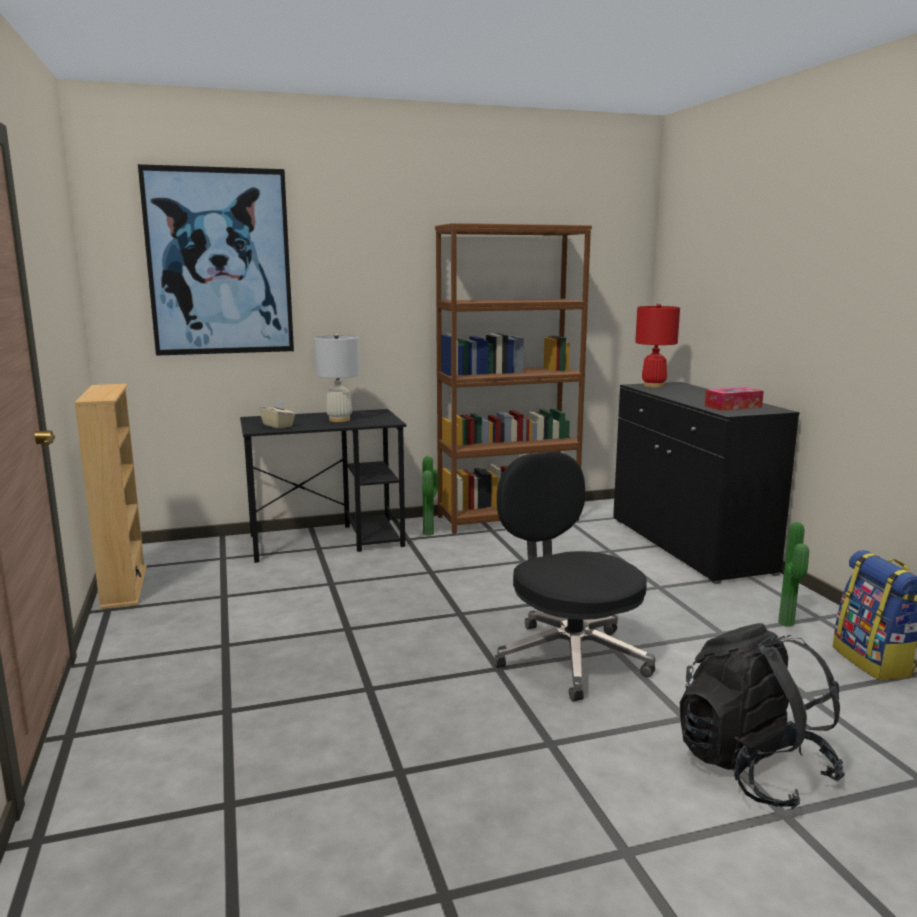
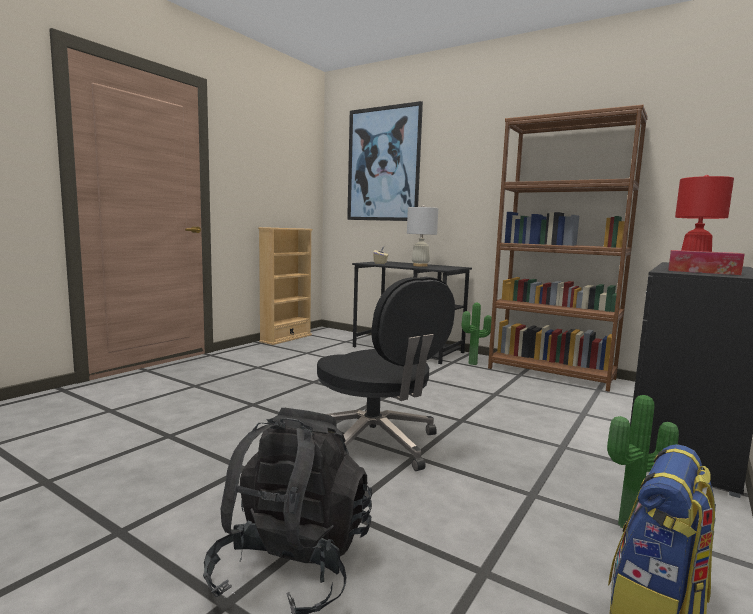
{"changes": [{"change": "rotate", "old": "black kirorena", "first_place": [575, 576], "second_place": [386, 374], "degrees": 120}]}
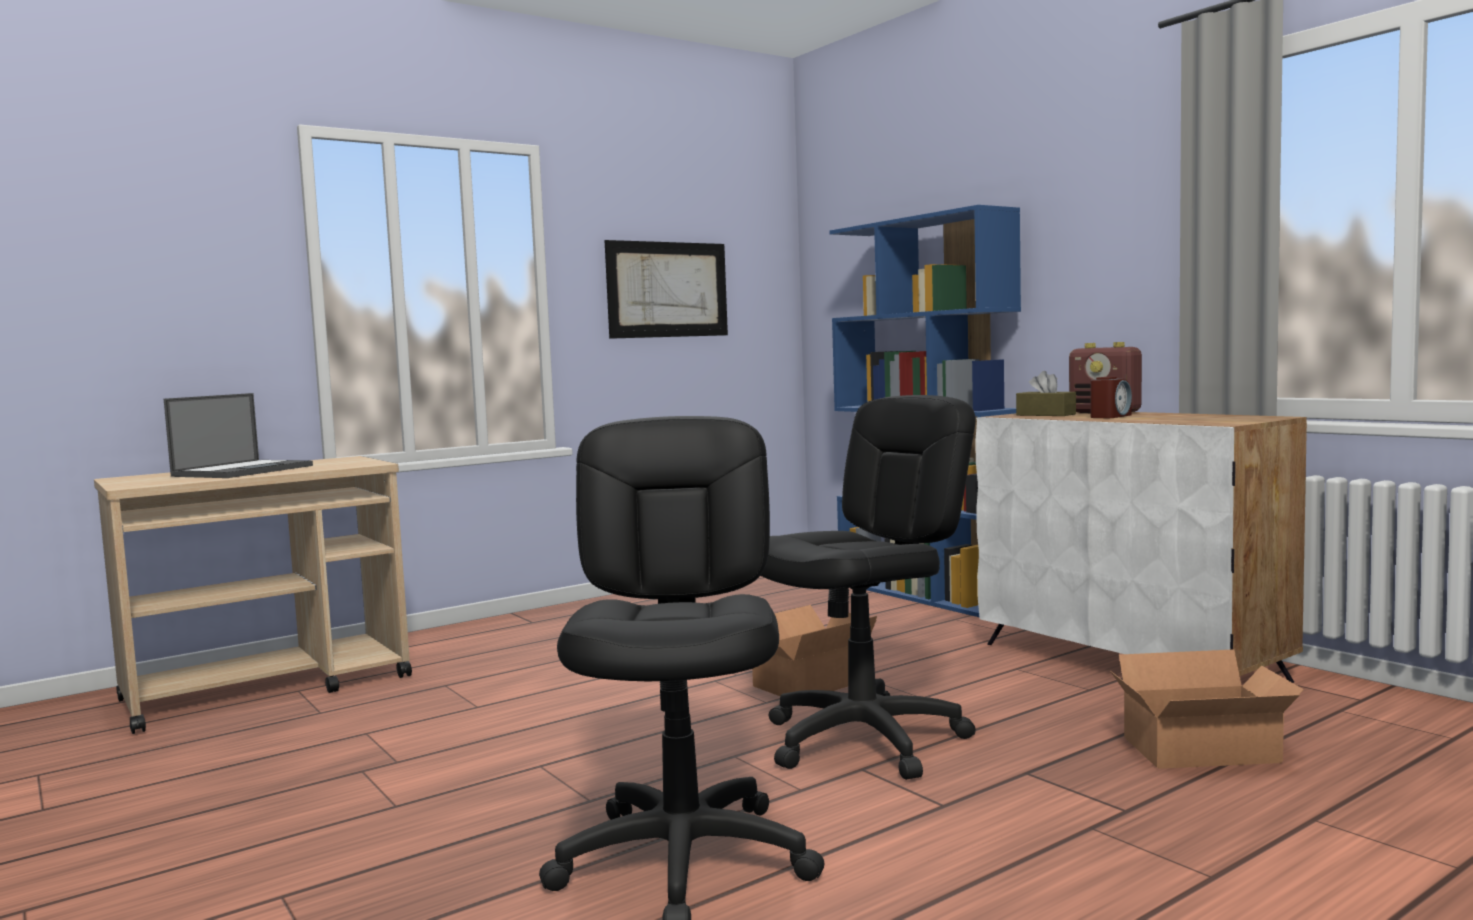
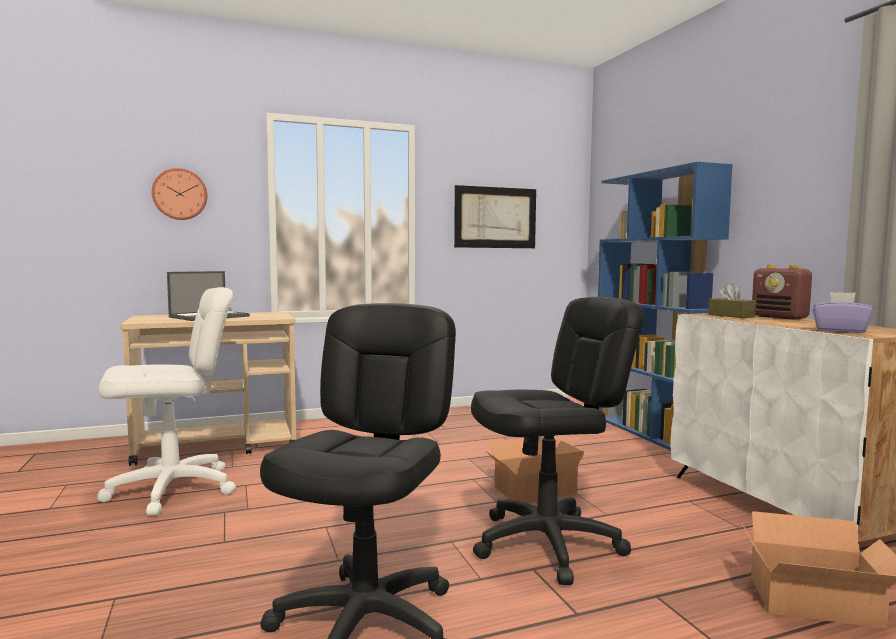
{"changes": [{"change": "delete", "old": "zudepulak", "first_place": [1111, 397]}, {"change": "insert", "new": "white kirorena", "second_place": [166, 401]}, {"change": "insert", "new": "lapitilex", "second_place": [179, 194]}, {"change": "insert", "new": "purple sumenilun", "second_place": [843, 312]}]}
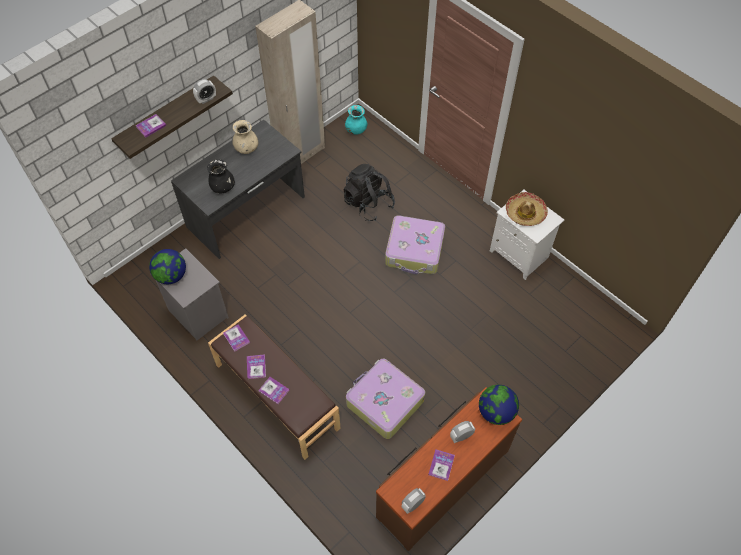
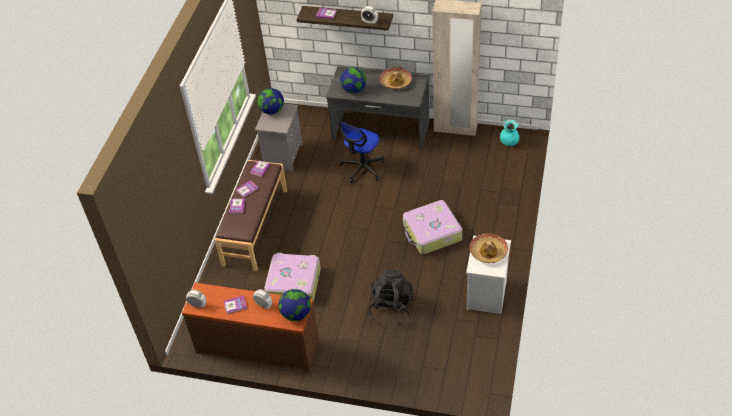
{"changes": [{"change": "replace", "old": "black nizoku", "new": "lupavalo", "first_place": [221, 176], "second_place": [353, 80]}, {"change": "replace", "old": "beige nizoku", "new": "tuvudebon", "first_place": [245, 137], "second_place": [395, 78]}, {"change": "move", "old": "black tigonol", "first_place": [369, 192], "second_place": [391, 298]}, {"change": "insert", "new": "kirorena", "second_place": [362, 152]}]}
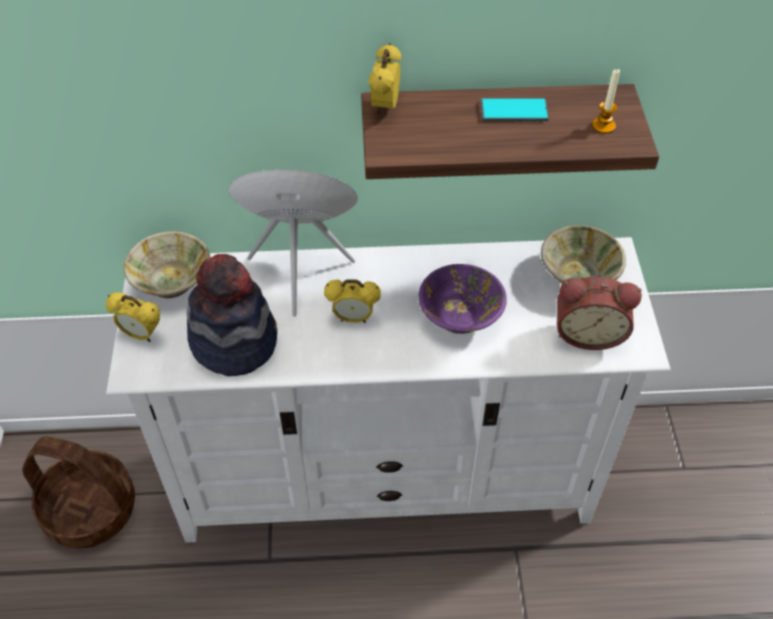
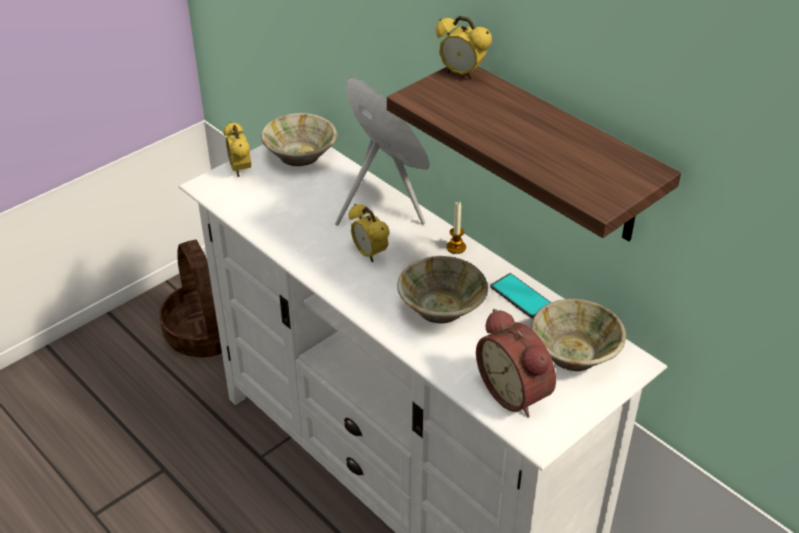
{"changes": [{"change": "delete", "old": "tuvudebon", "first_place": [232, 315]}, {"change": "rotate", "old": "zudepulak", "first_place": [385, 79], "second_place": [464, 48], "degrees": -120}, {"change": "recolor", "old": "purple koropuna", "new": "beige koropuna", "first_place": [463, 299], "second_place": [442, 289]}, {"change": "move", "old": "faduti", "first_place": [514, 109], "second_place": [520, 295]}, {"change": "move", "old": "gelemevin", "first_place": [606, 101], "second_place": [456, 228]}]}
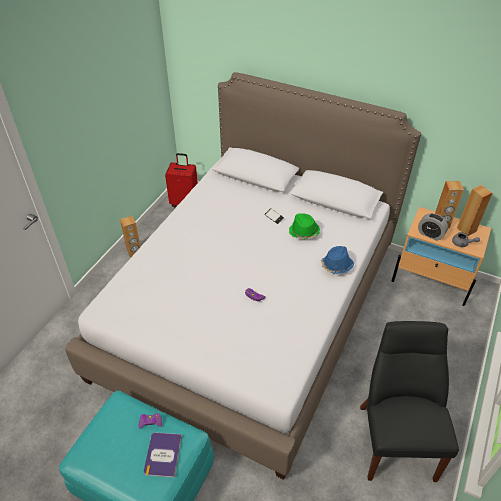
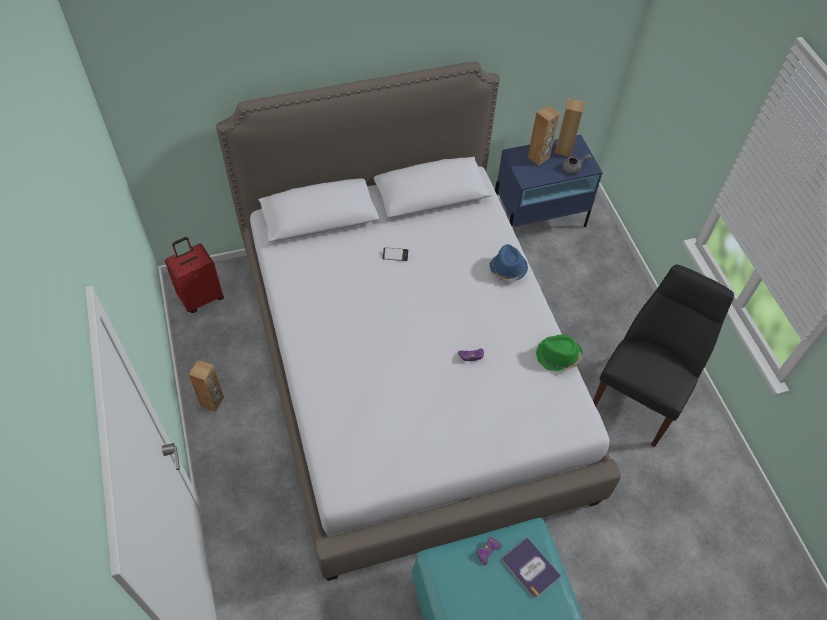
{"changes": [{"change": "move", "old": "green tuvudebon", "first_place": [304, 226], "second_place": [559, 353]}, {"change": "rotate", "old": "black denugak", "first_place": [409, 401], "second_place": [663, 356], "degrees": 75}, {"change": "recolor", "old": "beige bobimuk", "new": "blue bobimuk", "first_place": [441, 256], "second_place": [549, 181]}, {"change": "delete", "old": "zudepulak", "first_place": [433, 227]}]}
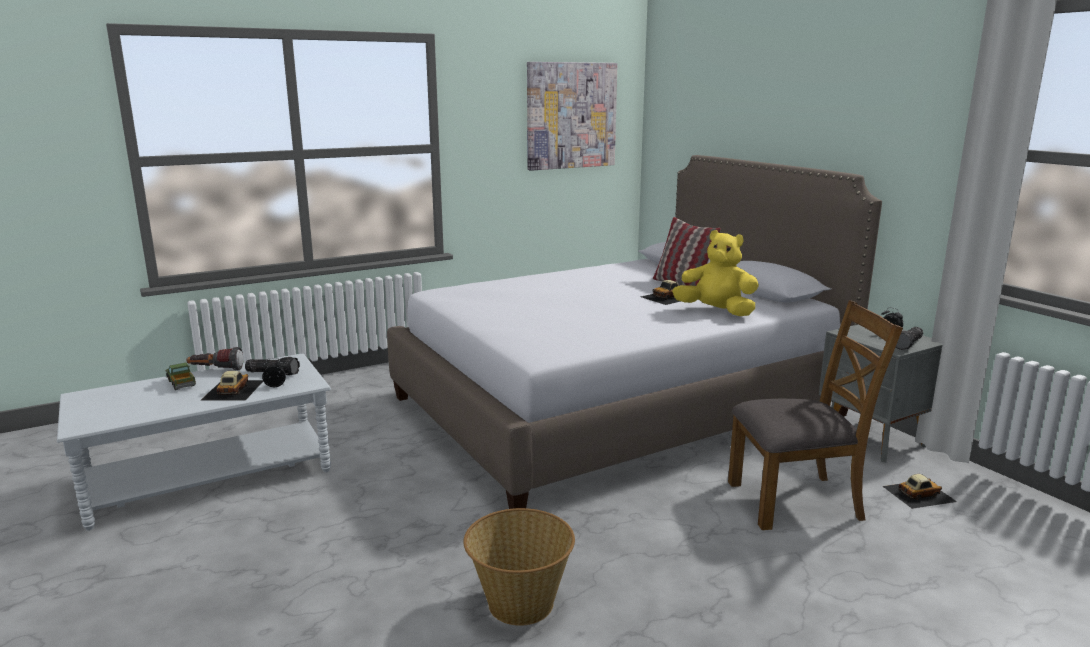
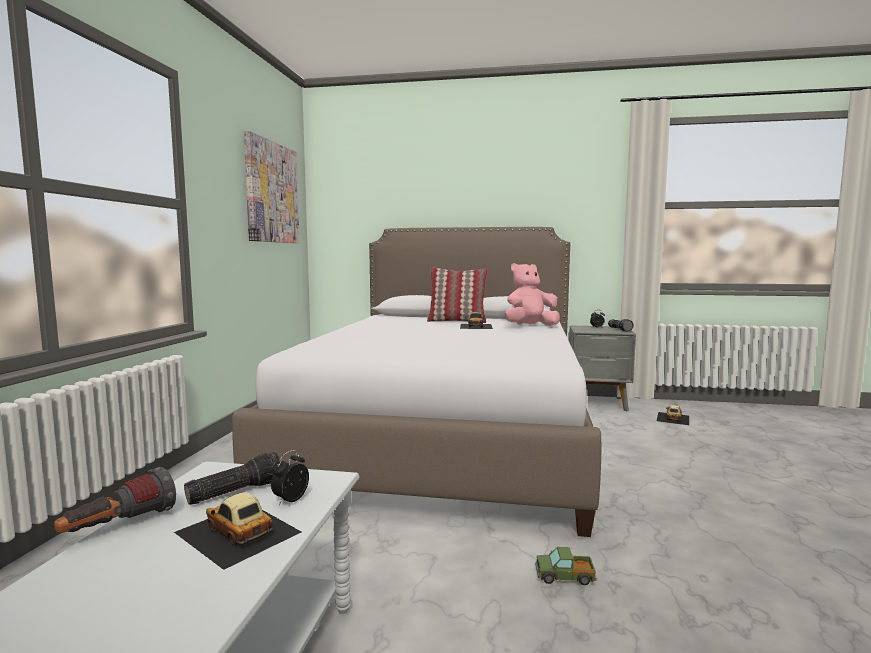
{"changes": [{"change": "move", "old": "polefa", "first_place": [181, 376], "second_place": [565, 566]}, {"change": "delete", "old": "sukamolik", "first_place": [519, 567]}, {"change": "recolor", "old": "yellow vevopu", "new": "pink vevopu", "first_place": [715, 273], "second_place": [532, 294]}, {"change": "delete", "old": "brown denugak", "first_place": [815, 415]}]}
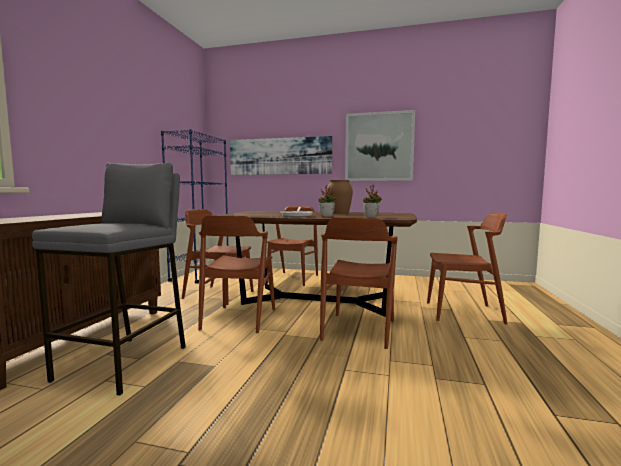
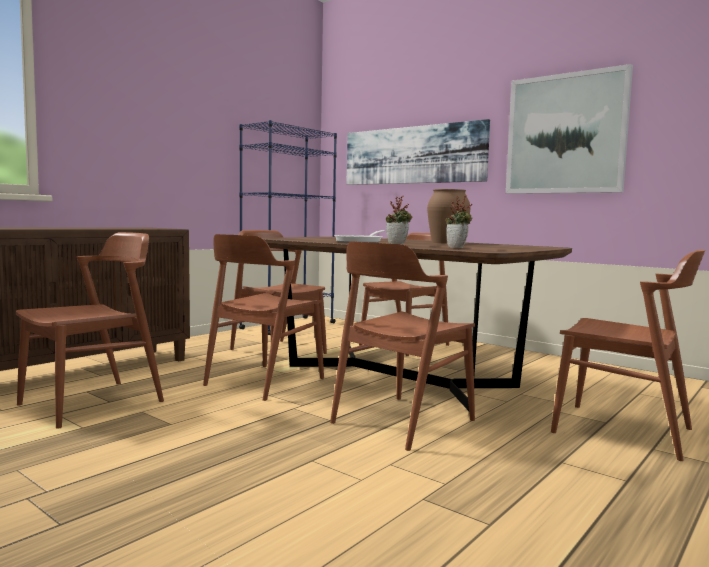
{"changes": [{"change": "replace", "old": "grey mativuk", "new": "brown denugak", "first_place": [109, 279], "second_place": [90, 330]}]}
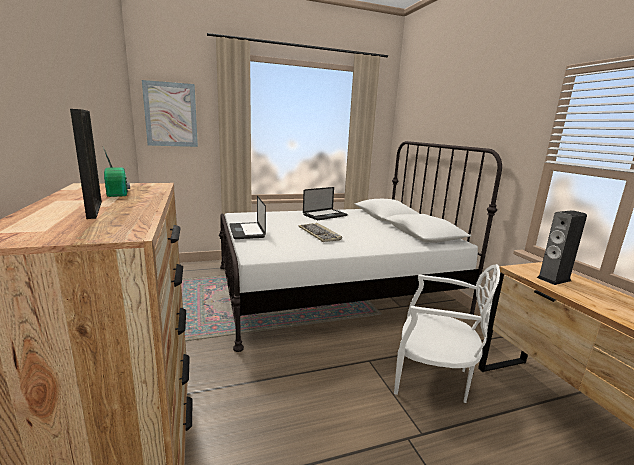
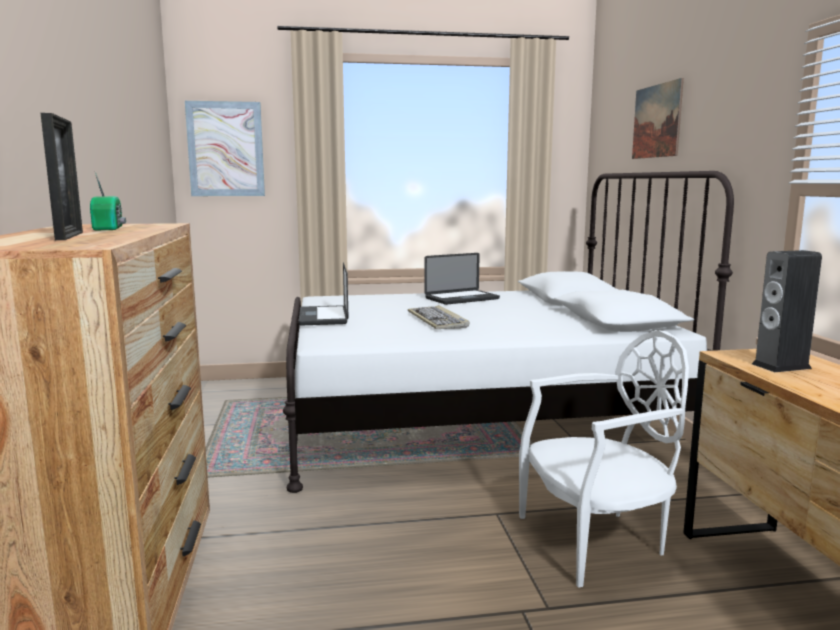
{"changes": [{"change": "rotate", "old": "white denugak", "first_place": [447, 333], "second_place": [604, 458], "degrees": -45}, {"change": "insert", "new": "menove", "second_place": [658, 118]}]}
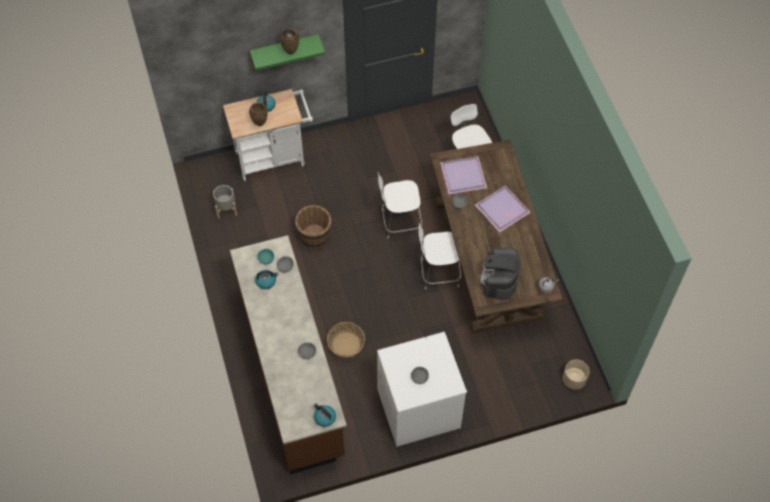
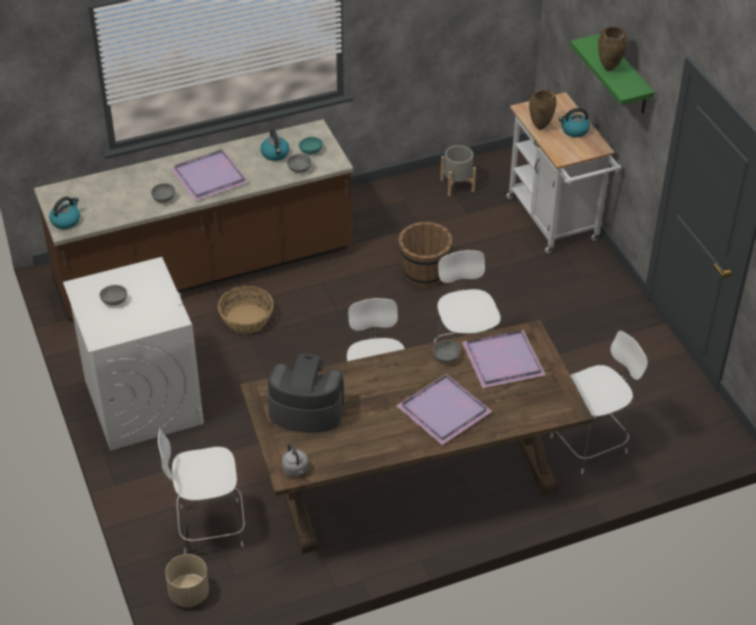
{"changes": [{"change": "insert", "new": "white denugak", "second_place": [201, 490]}, {"change": "insert", "new": "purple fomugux", "second_place": [210, 175]}]}
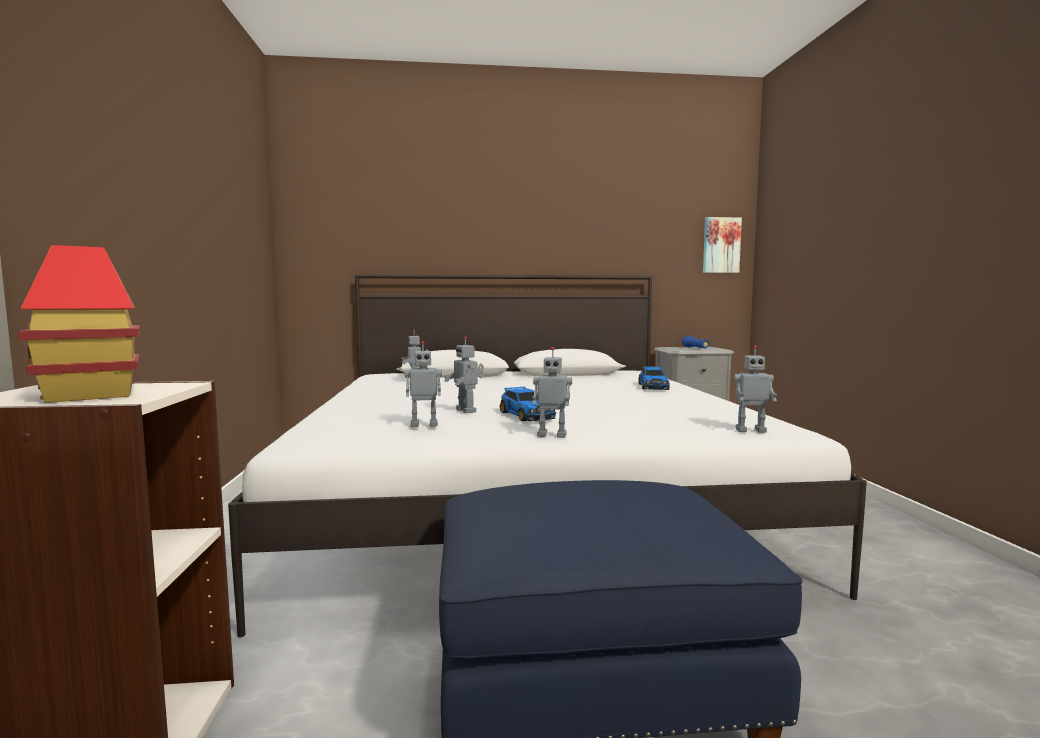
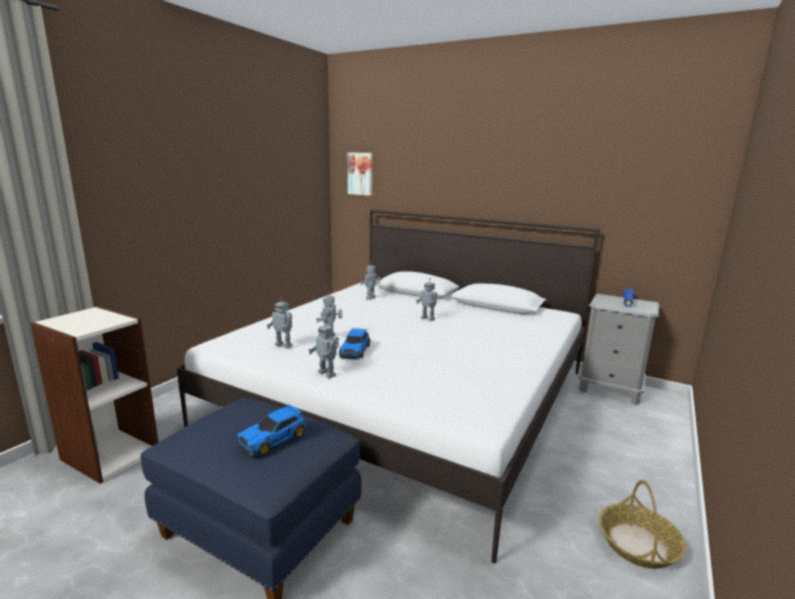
{"changes": [{"change": "delete", "old": "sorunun", "first_place": [79, 324]}, {"change": "move", "old": "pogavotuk", "first_place": [654, 378], "second_place": [272, 430]}, {"change": "move", "old": "menove", "first_place": [722, 245], "second_place": [359, 174]}, {"change": "move", "old": "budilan", "first_place": [755, 389], "second_place": [426, 299]}, {"change": "insert", "new": "sukamolik", "second_place": [642, 524]}]}
